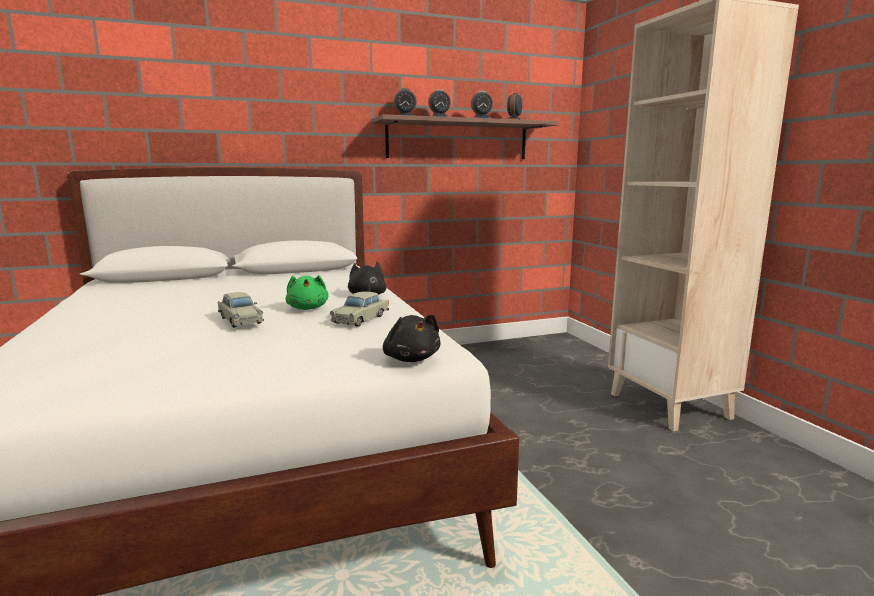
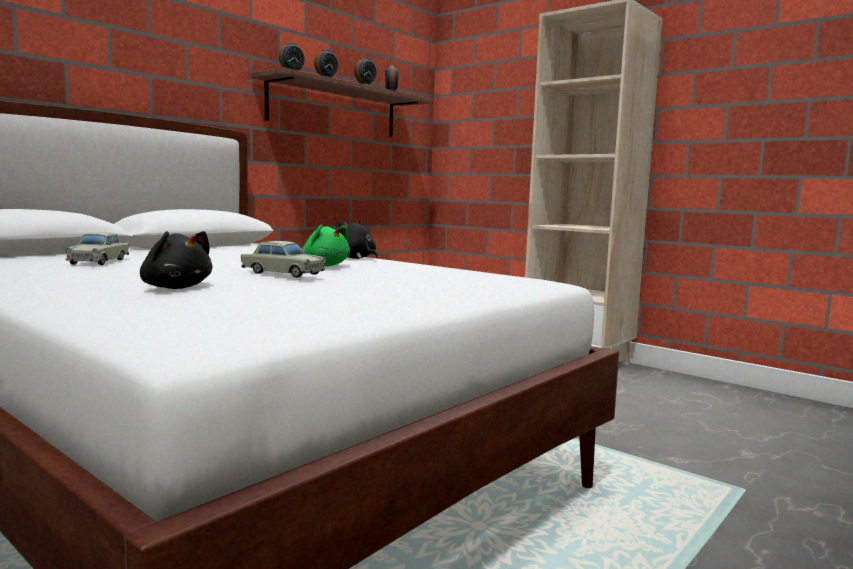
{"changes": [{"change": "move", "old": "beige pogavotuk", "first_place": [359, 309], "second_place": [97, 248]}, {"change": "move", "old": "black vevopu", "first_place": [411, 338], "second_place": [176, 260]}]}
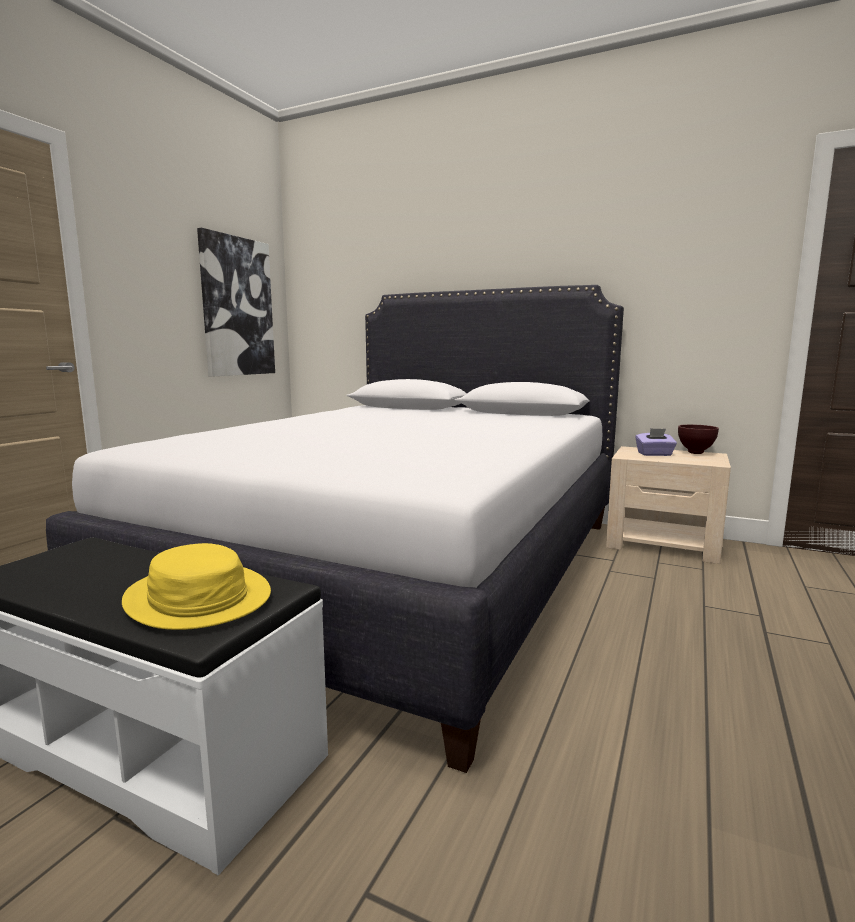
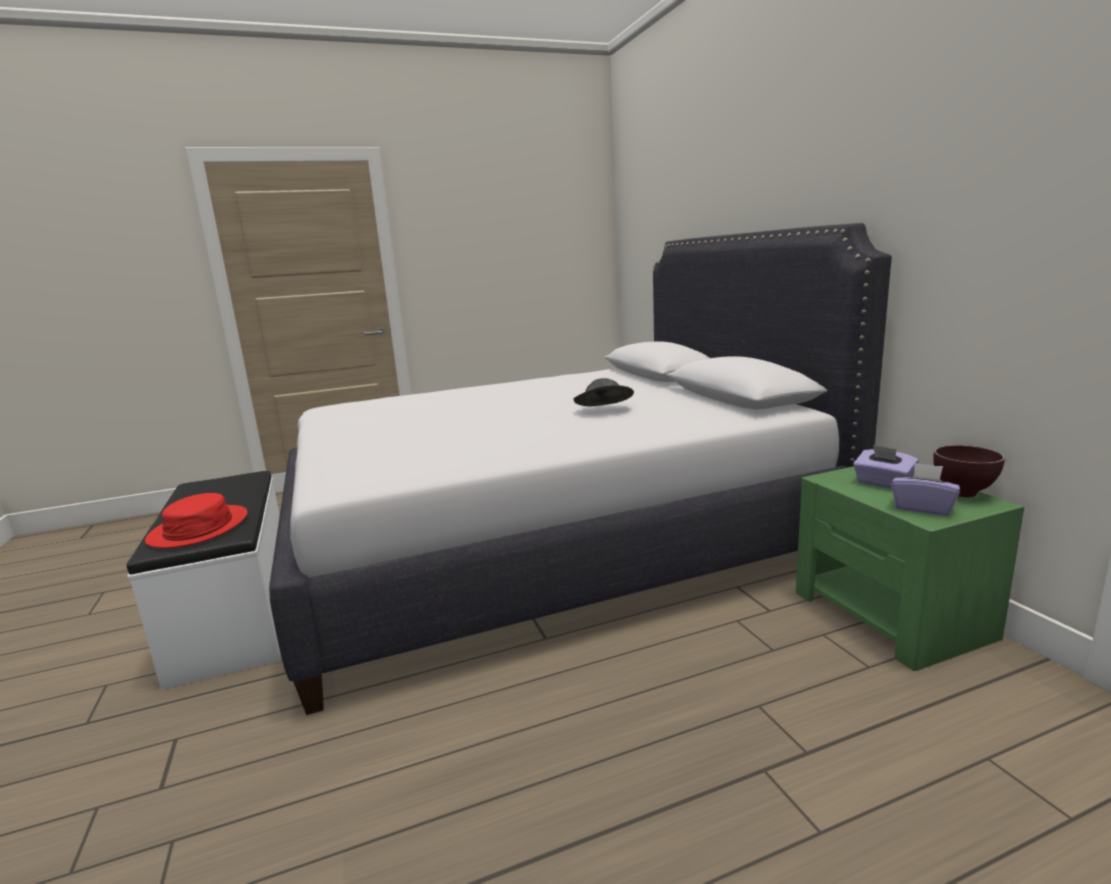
{"changes": [{"change": "recolor", "old": "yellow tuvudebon", "new": "red tuvudebon", "first_place": [196, 586], "second_place": [196, 520]}, {"change": "delete", "old": "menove", "first_place": [236, 302]}, {"change": "recolor", "old": "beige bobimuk", "new": "green bobimuk", "first_place": [668, 505], "second_place": [910, 568]}, {"change": "insert", "new": "grey tuvudebon", "second_place": [603, 392]}, {"change": "insert", "new": "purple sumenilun", "second_place": [925, 489]}]}
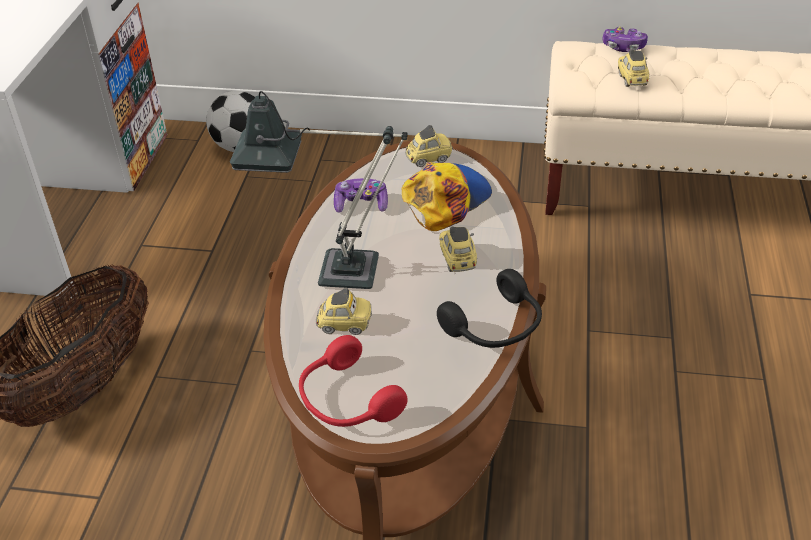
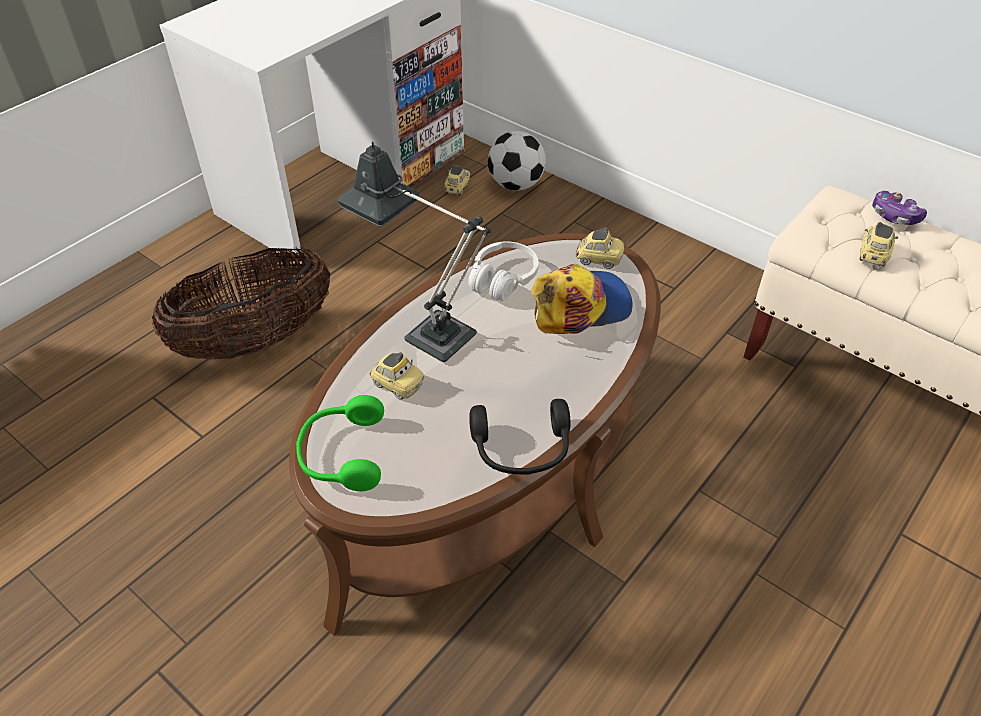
{"changes": [{"change": "recolor", "old": "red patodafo", "new": "green patodafo", "first_place": [353, 381], "second_place": [340, 443]}, {"change": "replace", "old": "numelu", "new": "white patodafo", "first_place": [361, 195], "second_place": [503, 271]}, {"change": "move", "old": "pogavotuk", "first_place": [458, 249], "second_place": [457, 179]}]}
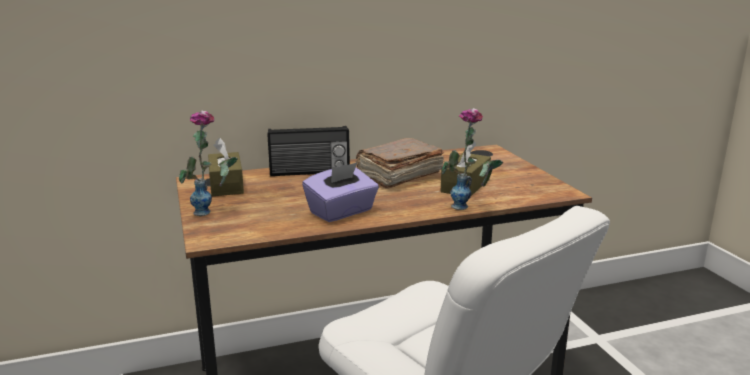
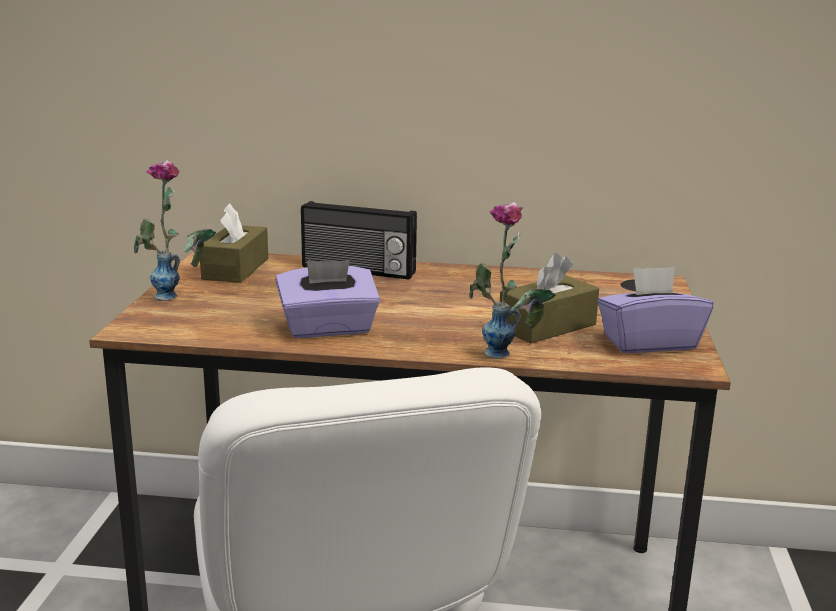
{"changes": [{"change": "delete", "old": "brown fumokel", "first_place": [399, 163]}, {"change": "insert", "new": "purple sumenilun", "second_place": [655, 310]}]}
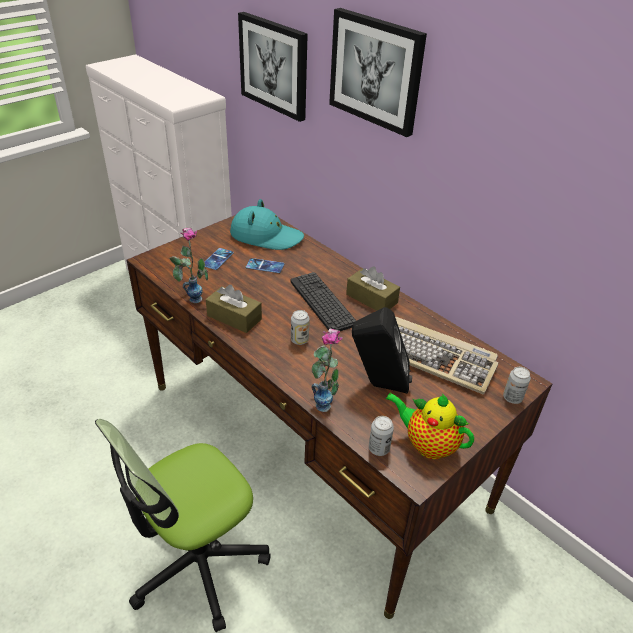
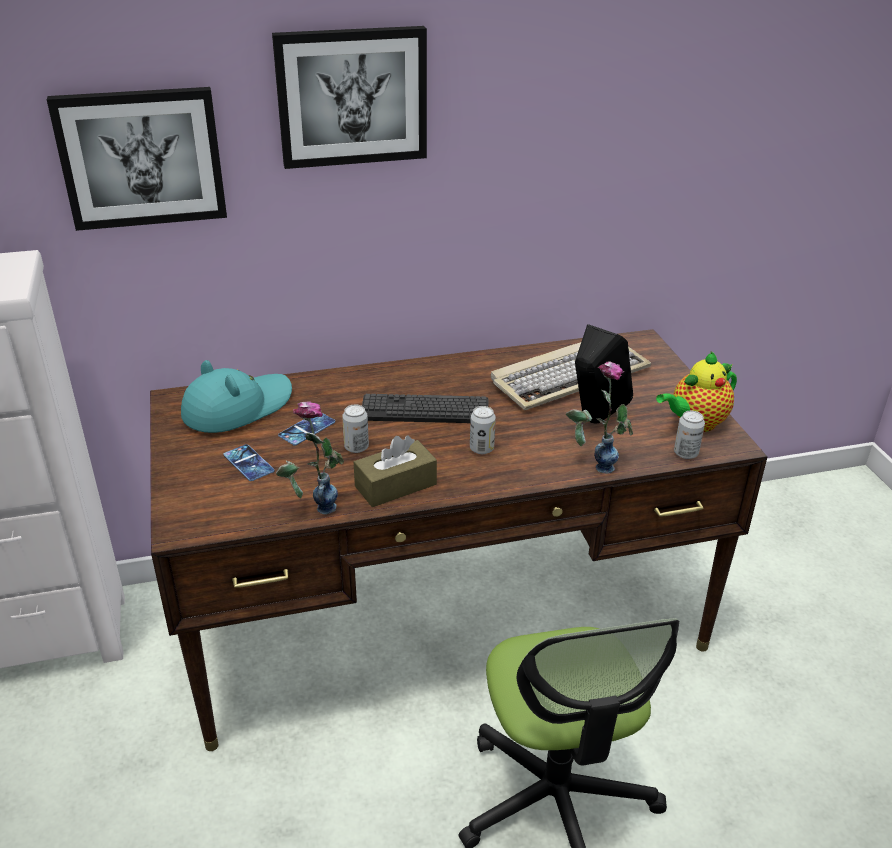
{"changes": [{"change": "delete", "old": "brown sumenilun", "first_place": [373, 289]}, {"change": "move", "old": "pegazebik", "first_place": [517, 385], "second_place": [355, 429]}]}
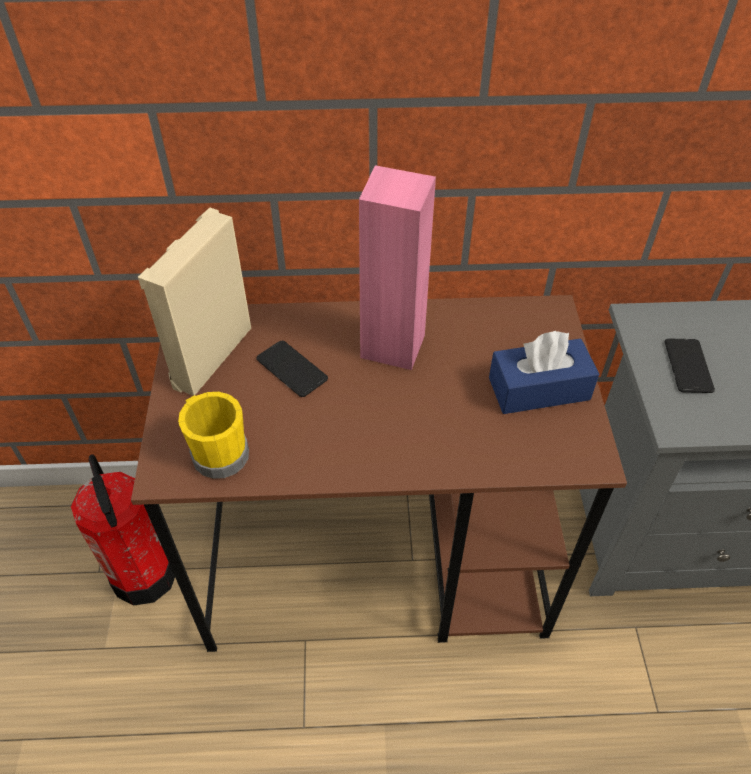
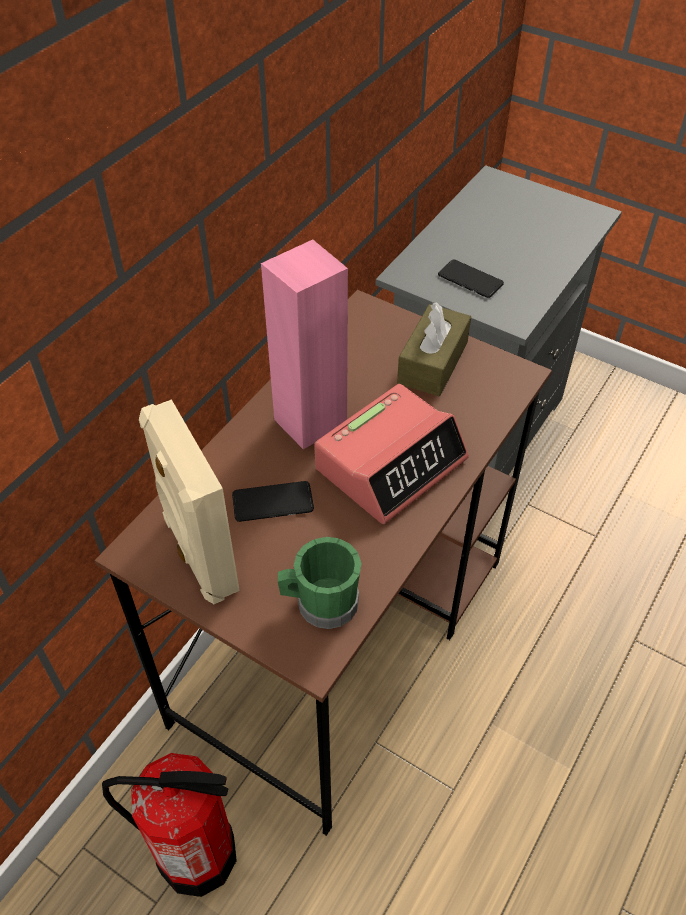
{"changes": [{"change": "recolor", "old": "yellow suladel", "new": "green suladel", "first_place": [213, 435], "second_place": [320, 583]}, {"change": "recolor", "old": "blue sumenilun", "new": "brown sumenilun", "first_place": [544, 372], "second_place": [434, 349]}, {"change": "insert", "new": "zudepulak", "second_place": [391, 454]}]}
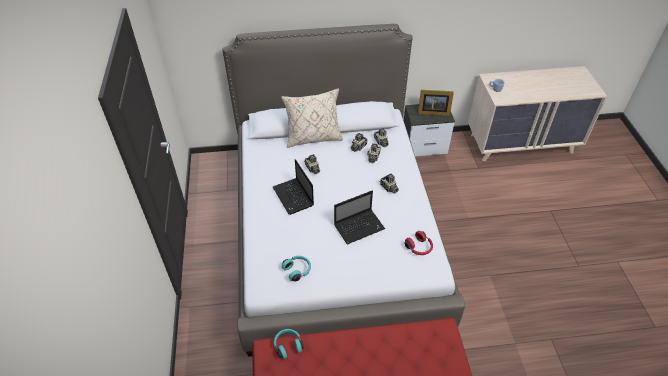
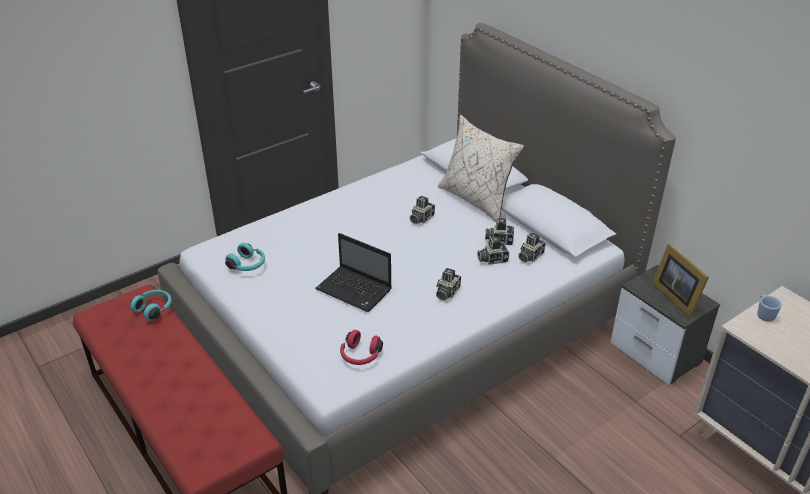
{"changes": [{"change": "delete", "old": "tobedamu", "first_place": [293, 187]}]}
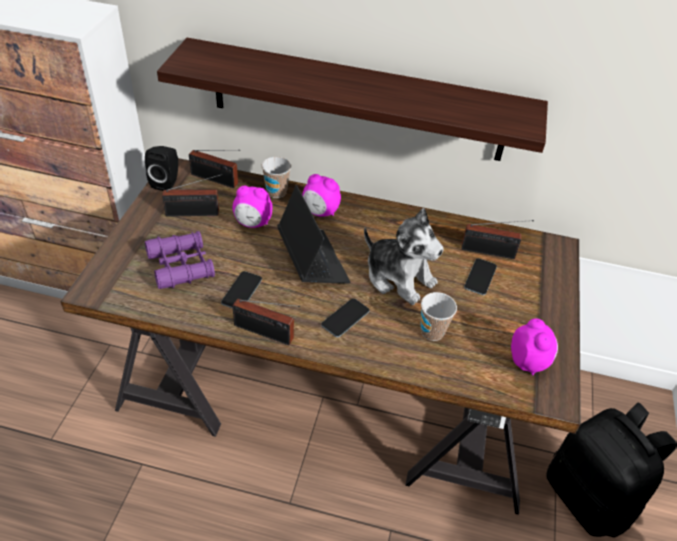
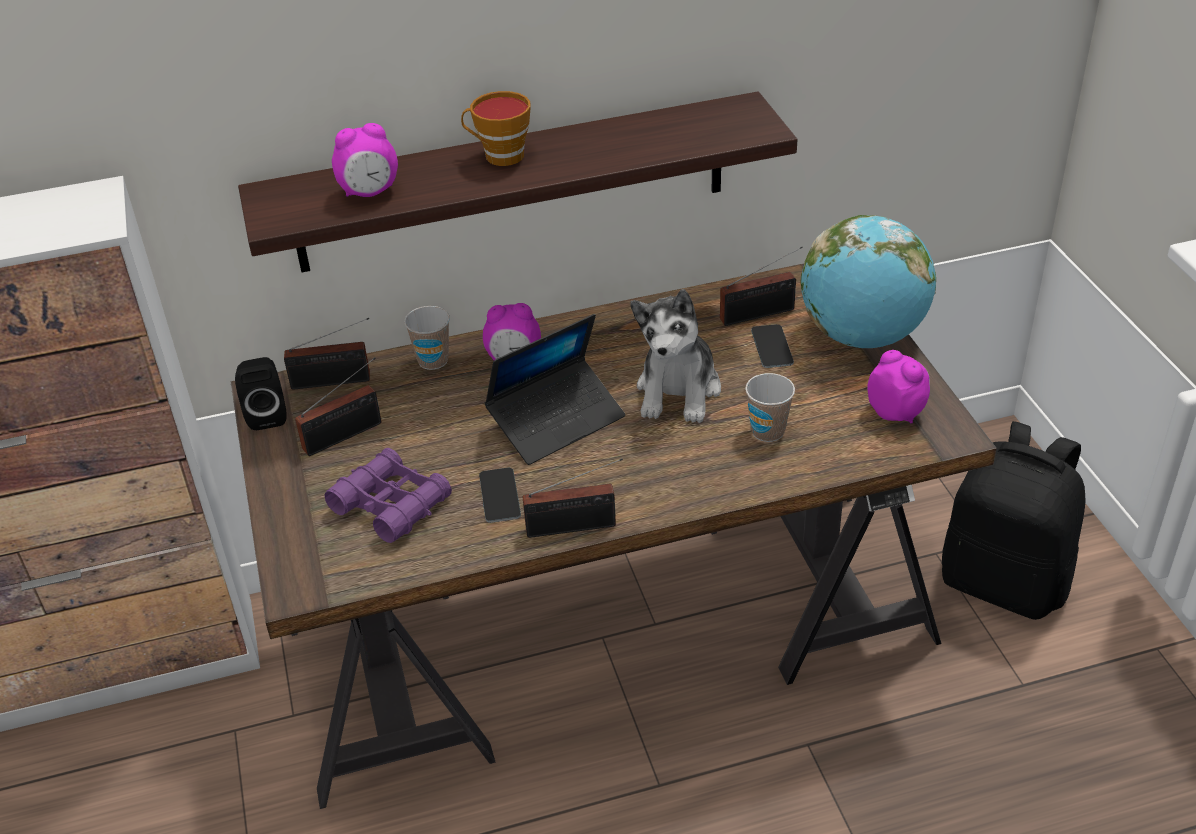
{"changes": [{"change": "move", "old": "zudepulak", "first_place": [252, 207], "second_place": [365, 160]}, {"change": "rotate", "old": "tobedamu", "first_place": [313, 234], "second_place": [555, 389], "degrees": 105}, {"change": "delete", "old": "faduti", "first_place": [345, 317]}, {"change": "rotate", "old": "vevopu", "first_place": [404, 256], "second_place": [676, 356], "degrees": 90}, {"change": "insert", "new": "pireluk", "second_place": [496, 128]}, {"change": "insert", "new": "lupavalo", "second_place": [868, 281]}]}
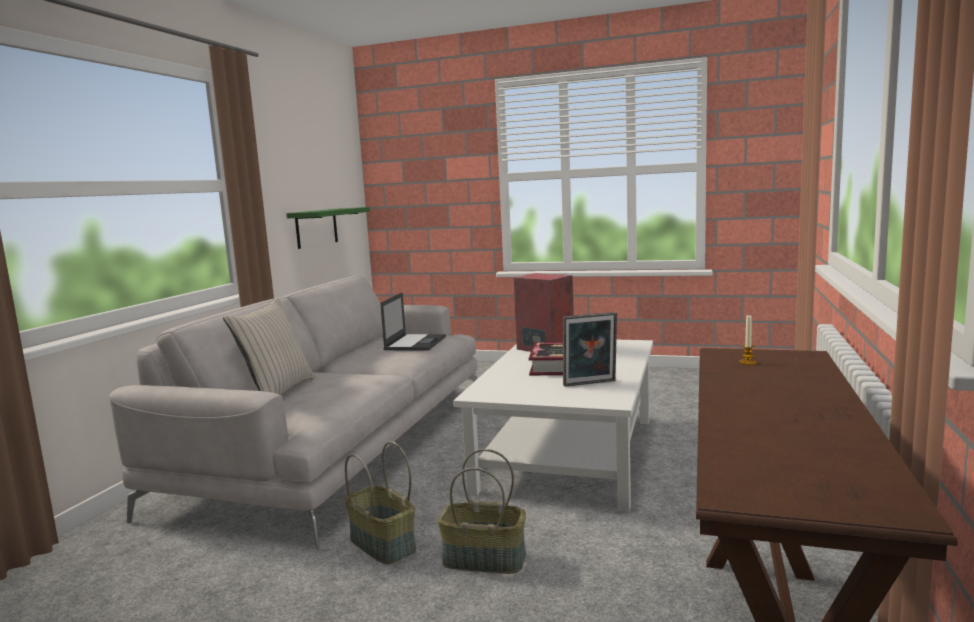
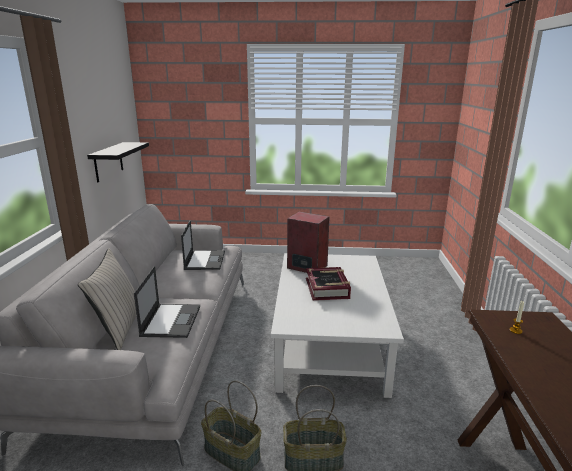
{"changes": [{"change": "recolor", "old": "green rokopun", "new": "black rokopun", "first_place": [328, 228], "second_place": [118, 162]}, {"change": "delete", "old": "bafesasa", "first_place": [590, 349]}, {"change": "insert", "new": "tobedamu", "second_place": [167, 302]}]}
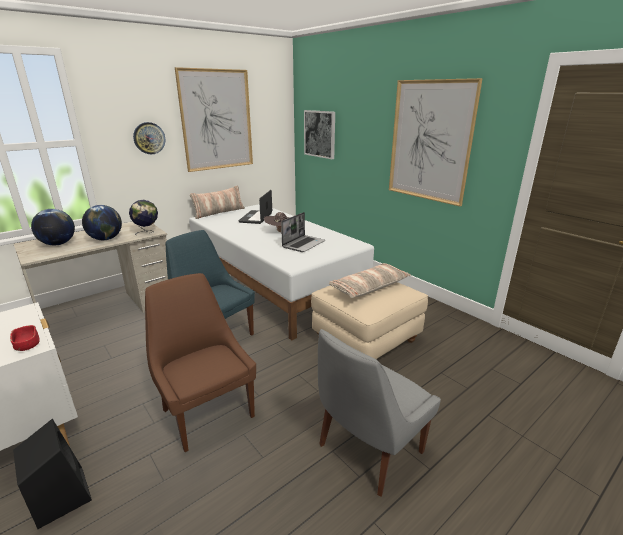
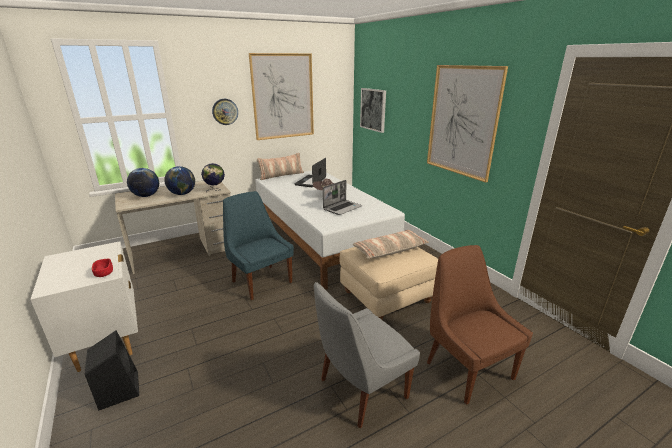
{"changes": [{"change": "move", "old": "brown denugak", "first_place": [200, 362], "second_place": [480, 325]}]}
